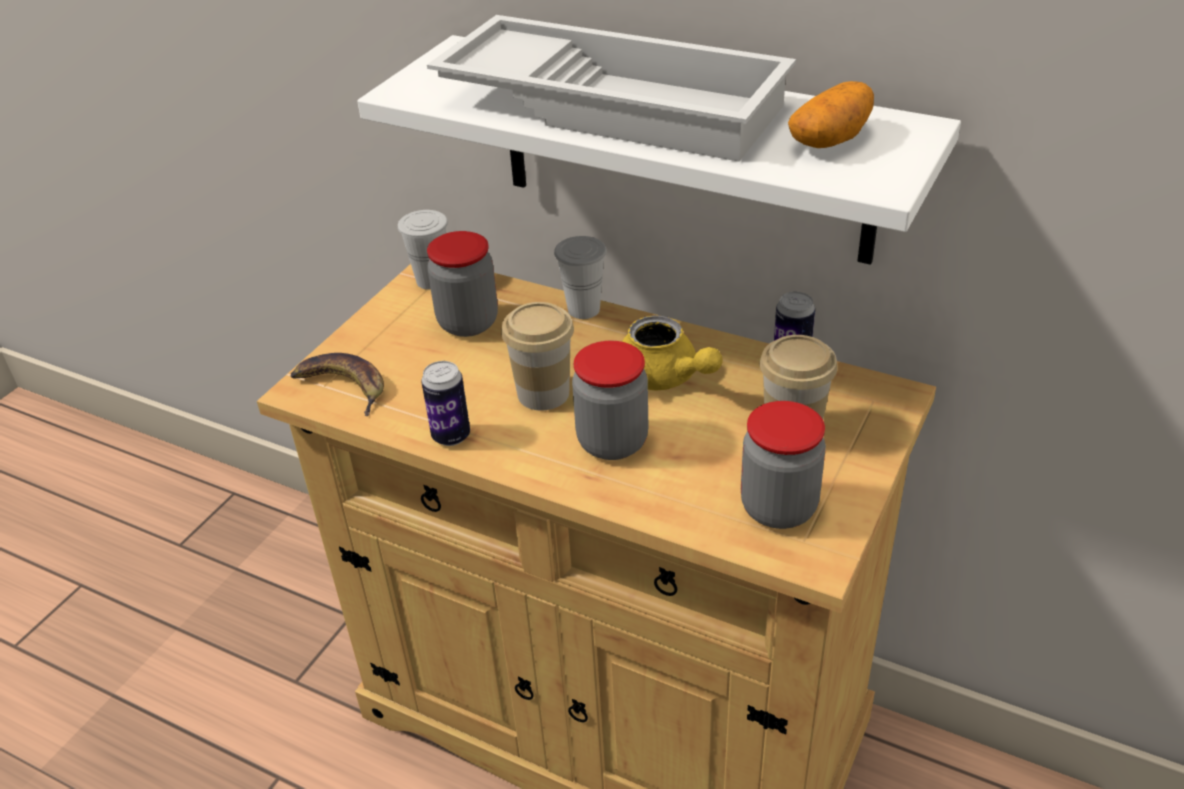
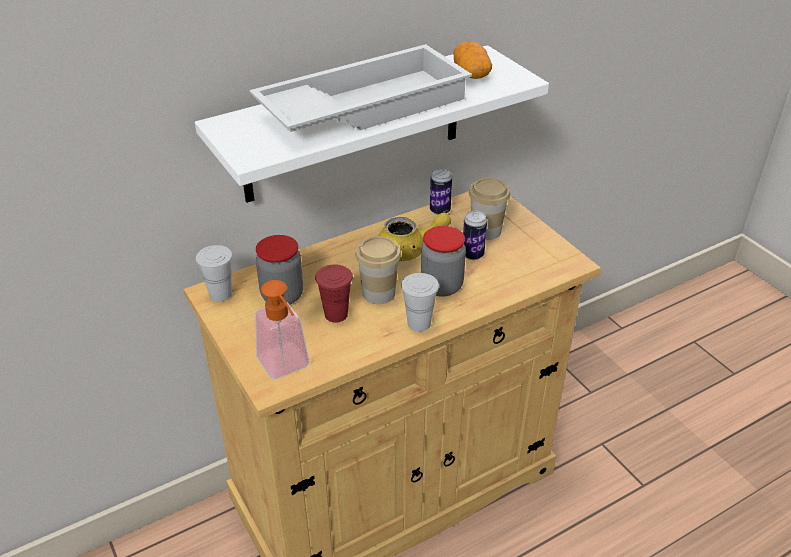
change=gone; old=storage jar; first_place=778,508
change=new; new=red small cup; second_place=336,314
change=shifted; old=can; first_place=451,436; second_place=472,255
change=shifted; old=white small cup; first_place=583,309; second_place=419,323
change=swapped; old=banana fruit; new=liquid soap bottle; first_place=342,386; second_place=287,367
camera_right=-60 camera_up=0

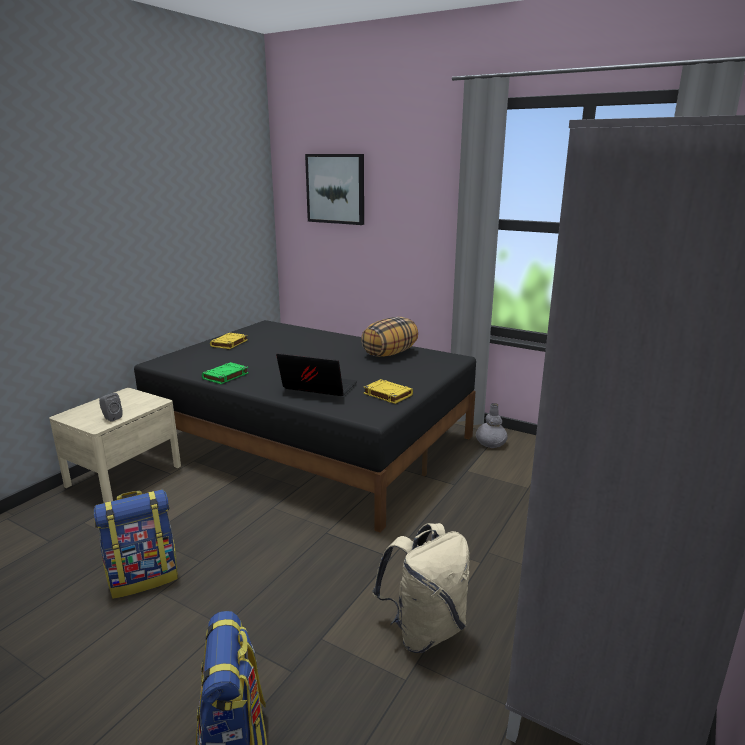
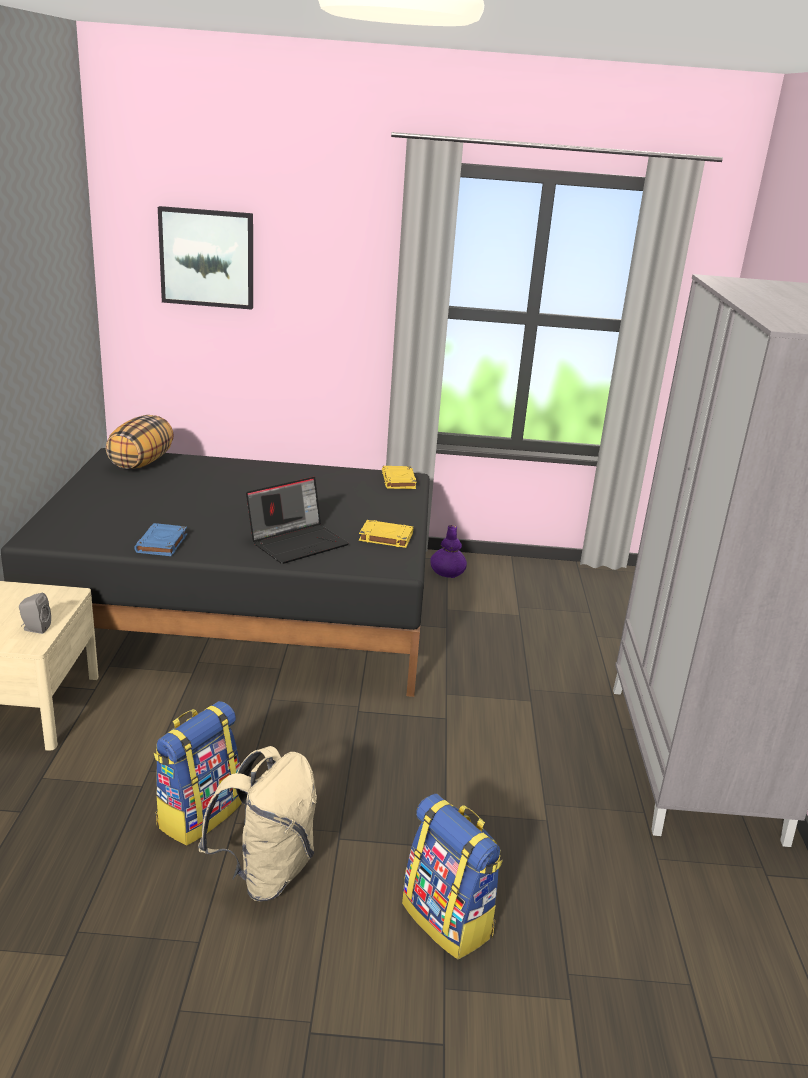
change=shifted; old=yellow-coloured bound book; first_place=229,343; second_place=399,481
change=shifted; old=throw pillow; first_place=389,353; second_place=141,462
change=shifted; old=beige-coloured knapsack; first_place=424,629; second_place=265,872
change=repainted; old=green-coloured bound book; new=blue-coloured bound book; first_place=225,376; second_place=161,544
change=repainted; old=greyish flower vase; new=purplish flower vase; first_place=491,443; second_place=447,571
change=rotated; old=laptop; first_place=317,388; second_place=298,542; degrees=150
camera_right=-30 camera_up=5

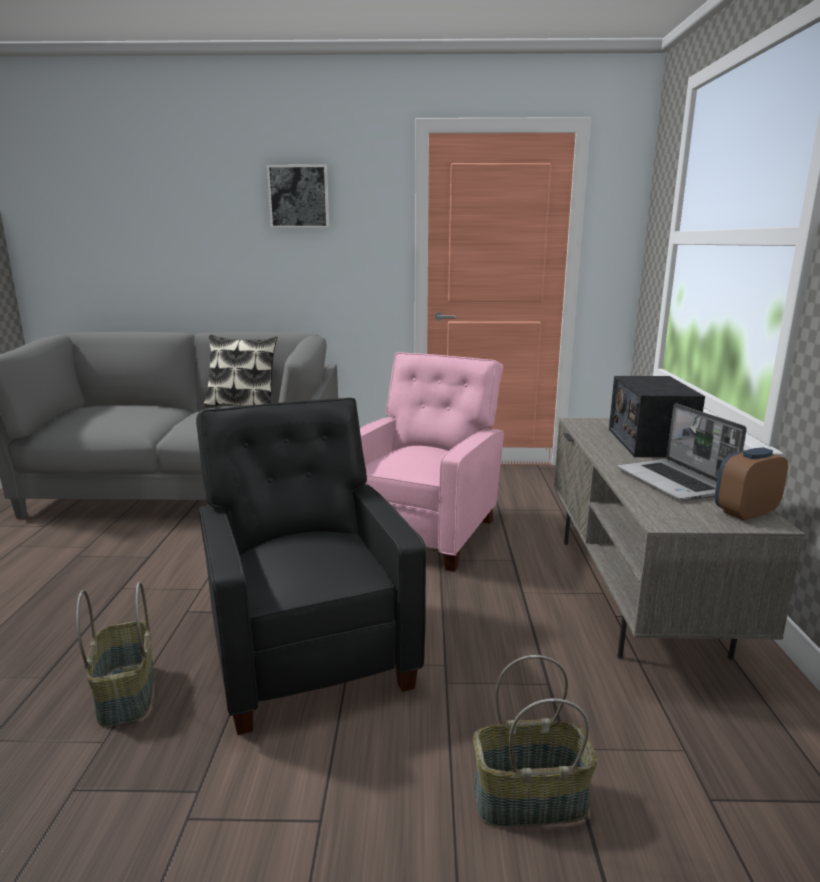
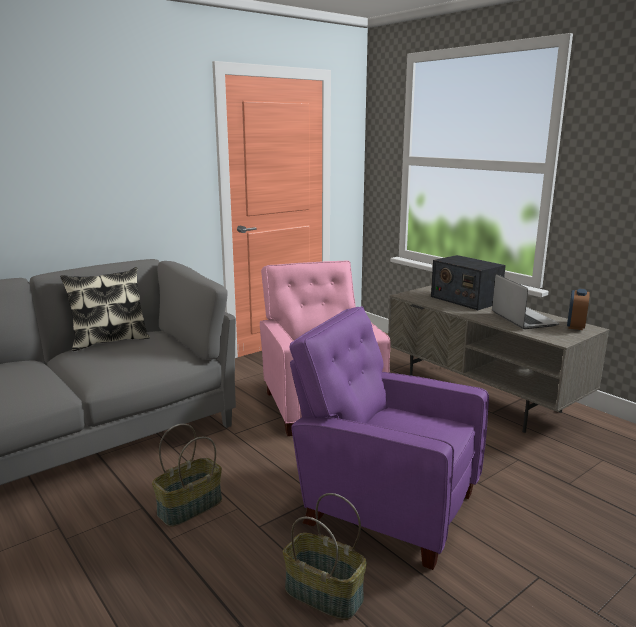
change=gone; old=picture; first_place=299,197
change=shifted; old=storage basket; first_place=529,801; second_place=190,508
change=repainted; old=blackish easy chair; new=purplish easy chair; first_place=309,650; second_place=384,505
change=rotated; old=laptop; first_place=675,482; second_place=522,319; degrees=-135
camera_right=-40 camera_up=0

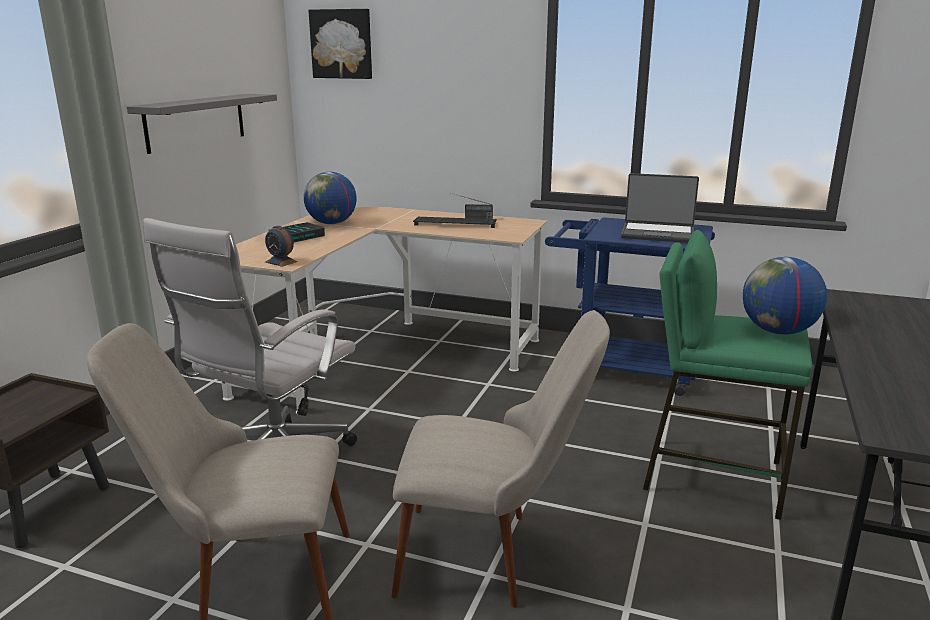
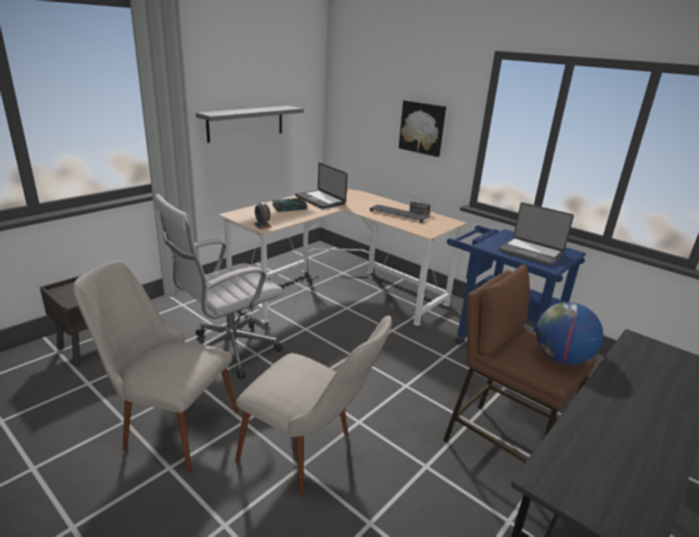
change=shifted; old=picture; first_place=342,44; second_place=422,128
change=swapped; old=world globe; new=laptop; first_place=332,223; second_place=320,200
change=repainted; old=green-coloured stool seat; new=brownish stool seat; first_place=712,475; second_place=502,445
camera_right=20 camera_up=5

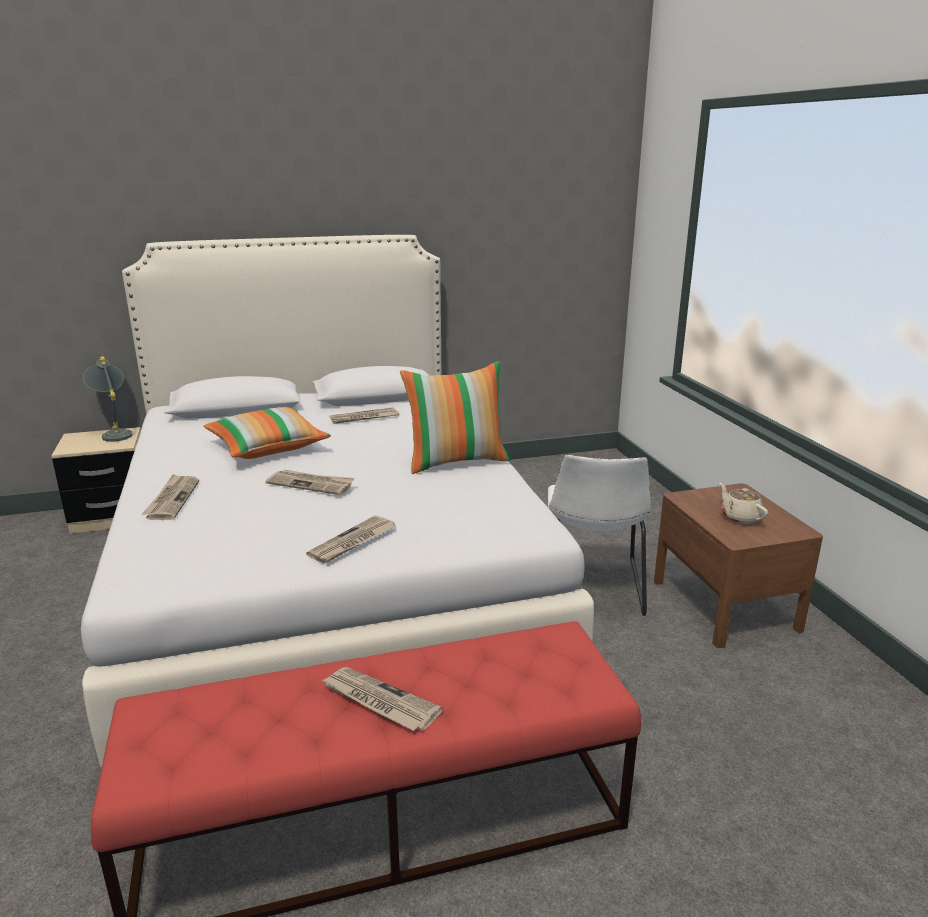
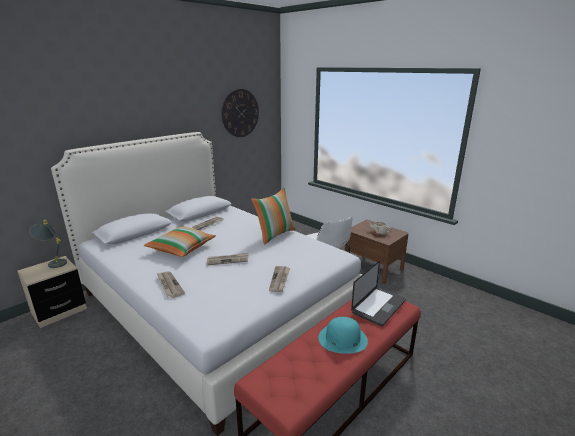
change=new; new=hanging clock; second_place=240,113
change=new; new=laptop; second_place=378,306
change=swapped; old=daily paper; new=turquoise clothing hat; first_place=379,701; second_place=342,339
camera_right=-30 camera_up=0

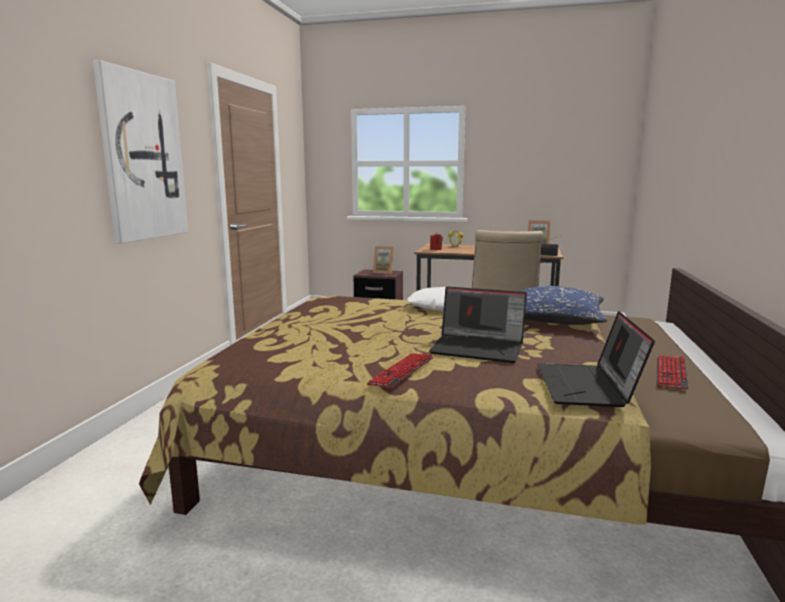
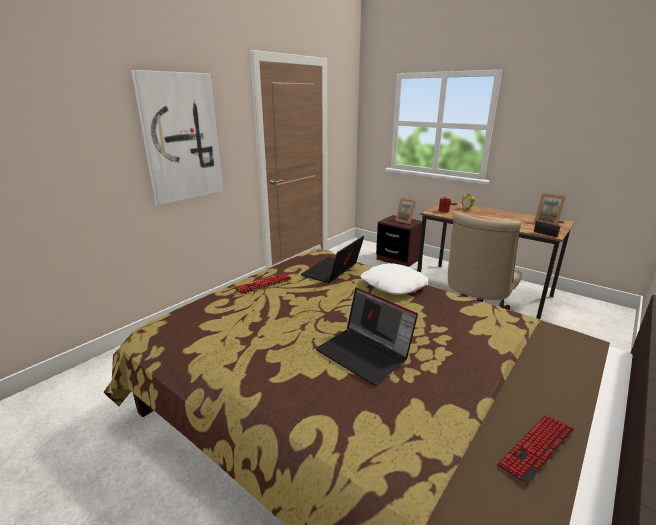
change=gone; old=blue-coloured throw pillow; first_place=556,320
change=shifted; old=computer keyboard; first_place=402,372; second_place=264,285
change=shifted; old=laptop; first_place=588,387; second_place=332,272
camera_right=25 camera_up=10

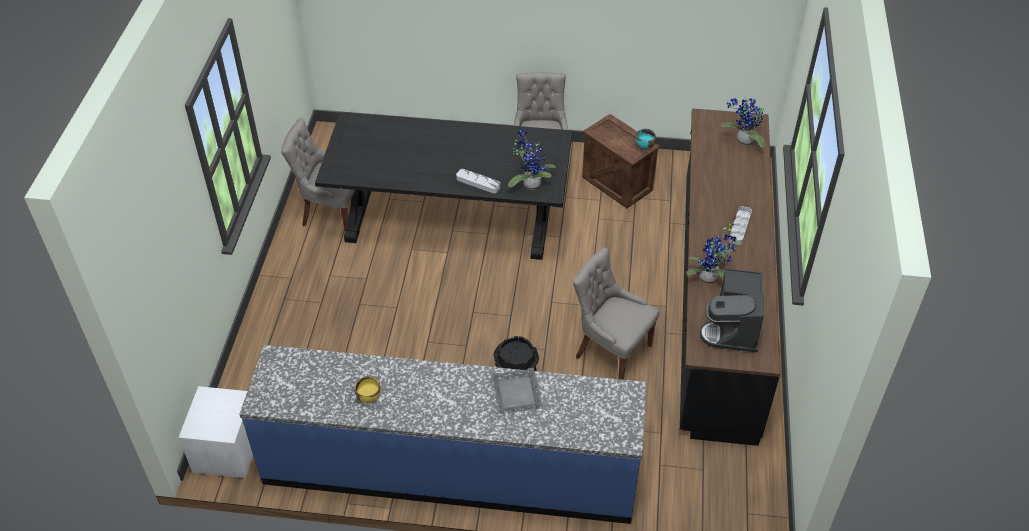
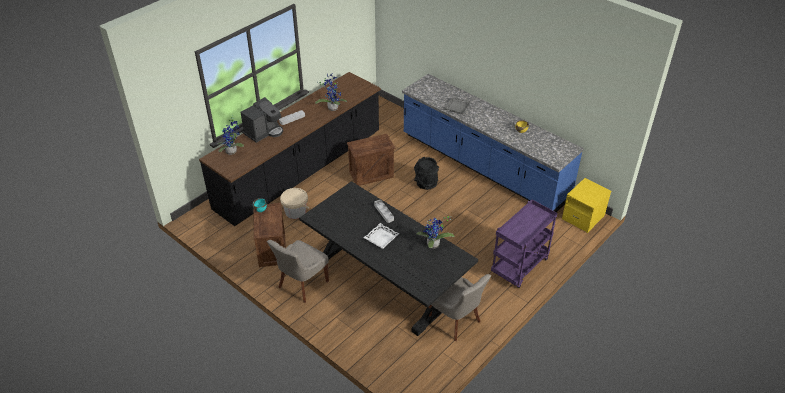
change=new; new=beige-coloured pail; second_place=295,212
change=new; new=white carrying tray; second_place=381,238
change=new; new=purplish wheeled cart; second_place=519,267
change=shifted; old=plant in a pot; first_place=530,183; second_place=433,246
change=shifted; old=coffee brewer; first_place=733,329; second_place=264,132
change=swapped; old=greyish plain chair; new=crate; first_place=611,351; second_place=371,174
change=repainted; old=white night table; new=yellow-coloured night table; first_place=227,450; second_place=583,217
camera_right=-145 camera_up=-5

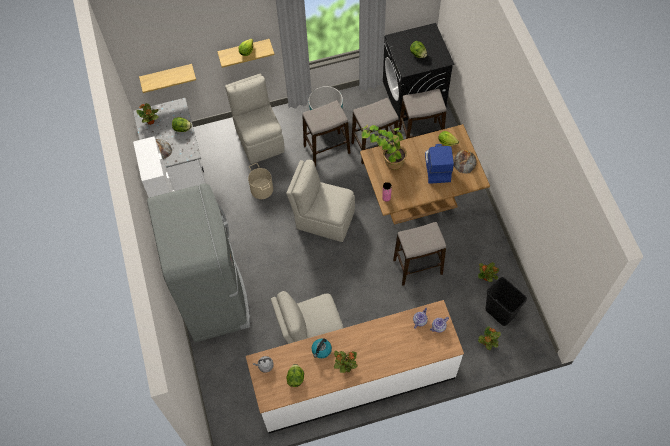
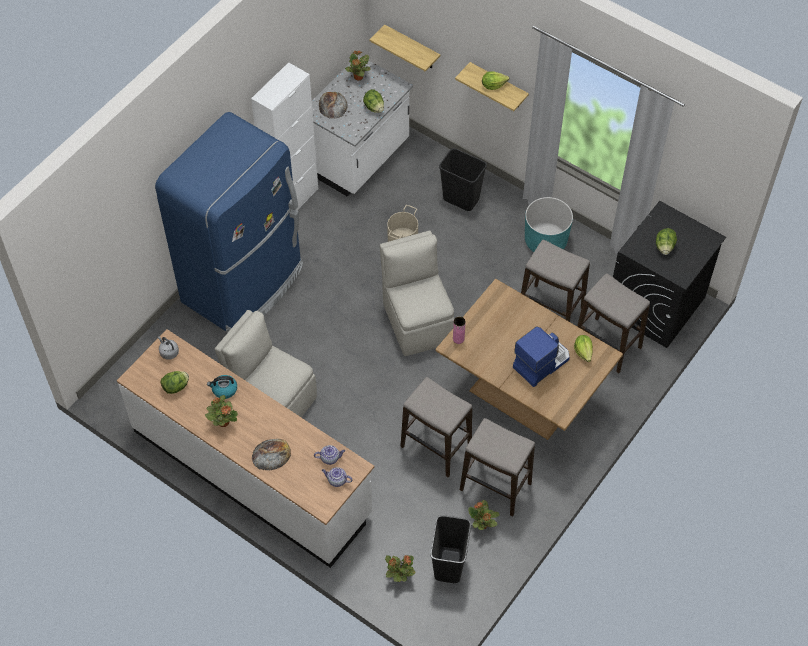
change=gone; old=plant in a pot; first_place=385,158
change=shifted; old=stool seat; first_place=327,149; second_place=495,487
change=shifted; old=bakery bread; first_place=464,161; second_place=271,454
change=swapped; old=beige-coloured plain chair; new=blackish trash can; first_place=259,138; second_place=461,199
change=repainted; old=greyish fridge; new=blue-coloured fridge; first_place=214,296; second_place=244,285
camera_right=50 camera_up=-5

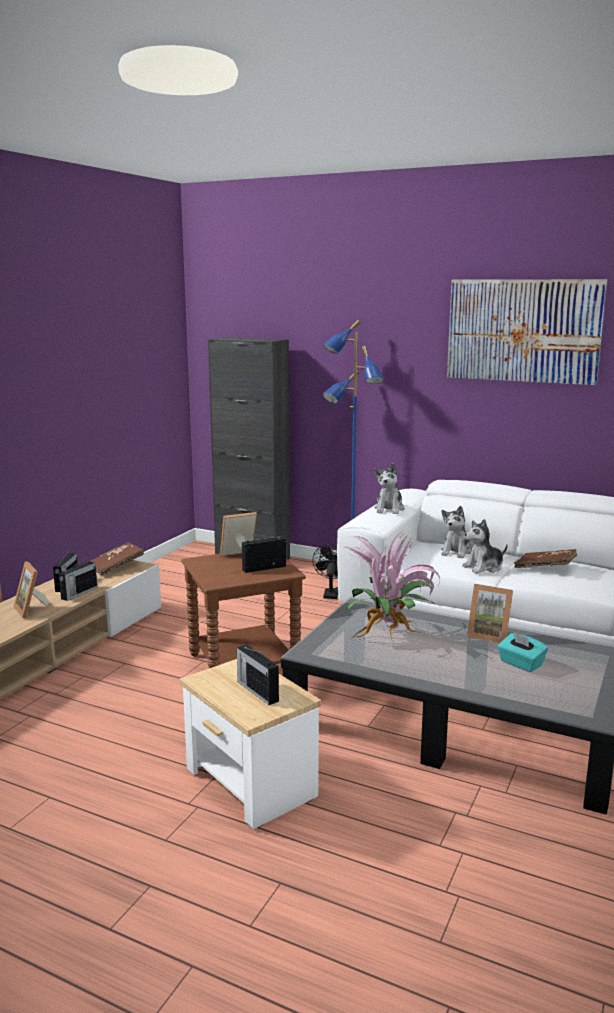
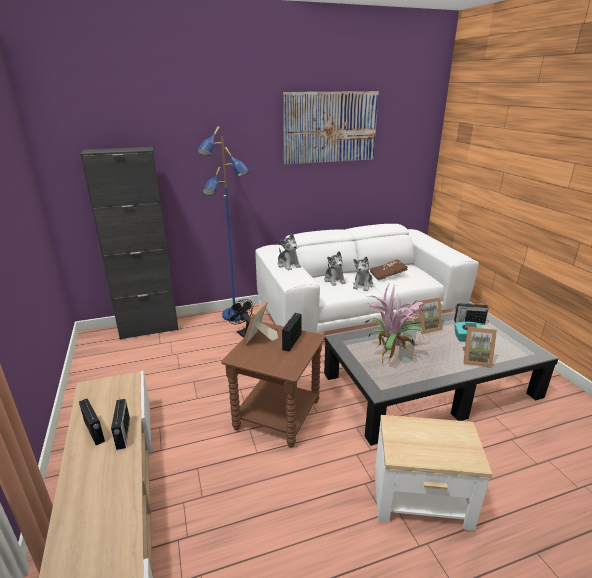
change=gone; old=brownish bound book; first_place=116,567
change=shifted; old=photo frame; first_place=32,610; second_place=475,359
change=shifted; old=radio; first_place=257,691; second_place=468,322
camera_right=-45 camera_up=10

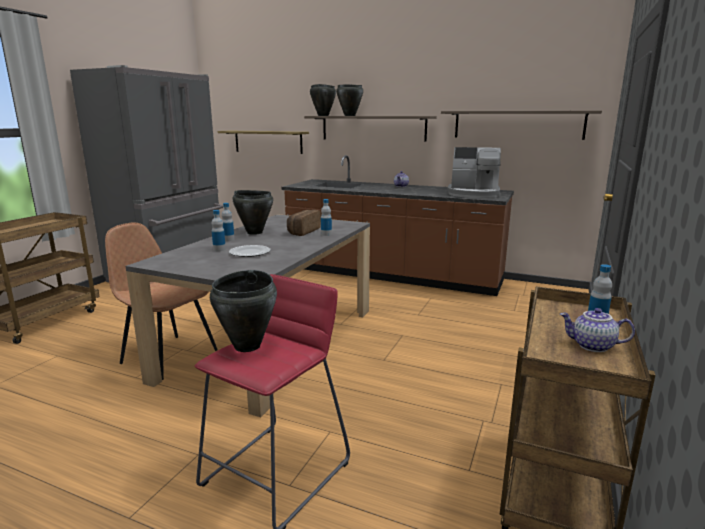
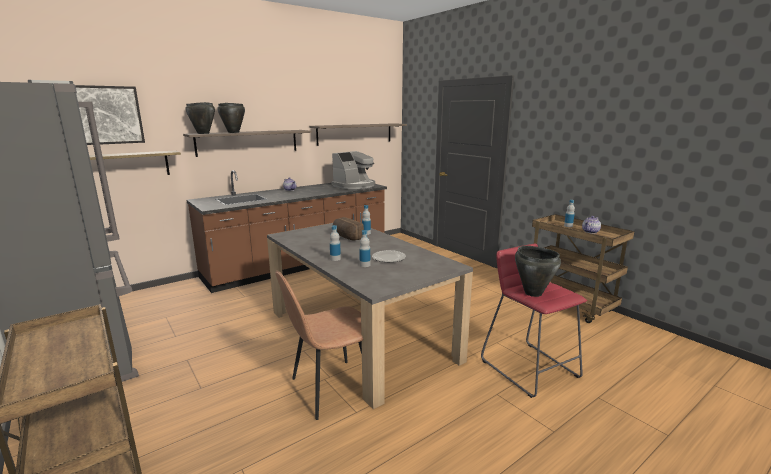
change=gone; old=blackish stockpot; first_place=254,232
change=new; new=picture; second_place=108,115
camera_right=-60 camera_up=0

